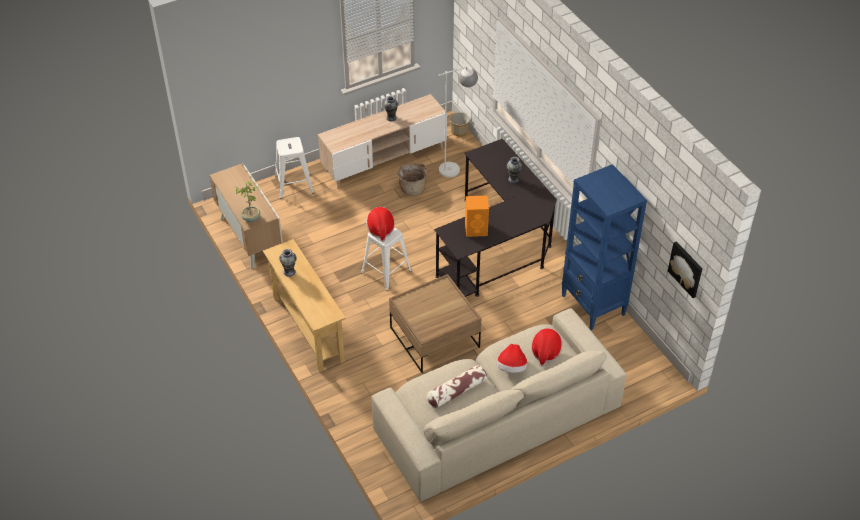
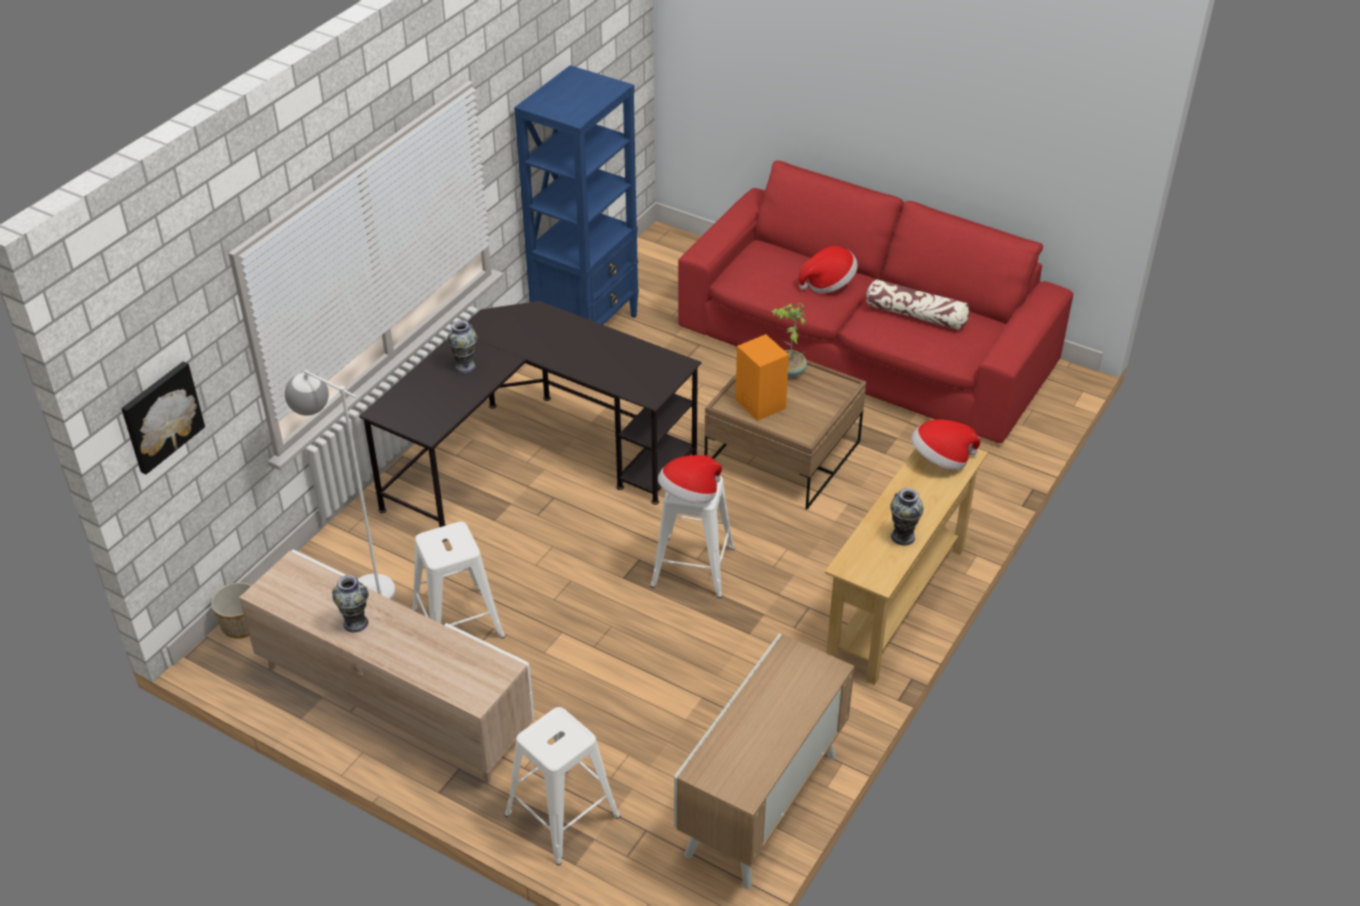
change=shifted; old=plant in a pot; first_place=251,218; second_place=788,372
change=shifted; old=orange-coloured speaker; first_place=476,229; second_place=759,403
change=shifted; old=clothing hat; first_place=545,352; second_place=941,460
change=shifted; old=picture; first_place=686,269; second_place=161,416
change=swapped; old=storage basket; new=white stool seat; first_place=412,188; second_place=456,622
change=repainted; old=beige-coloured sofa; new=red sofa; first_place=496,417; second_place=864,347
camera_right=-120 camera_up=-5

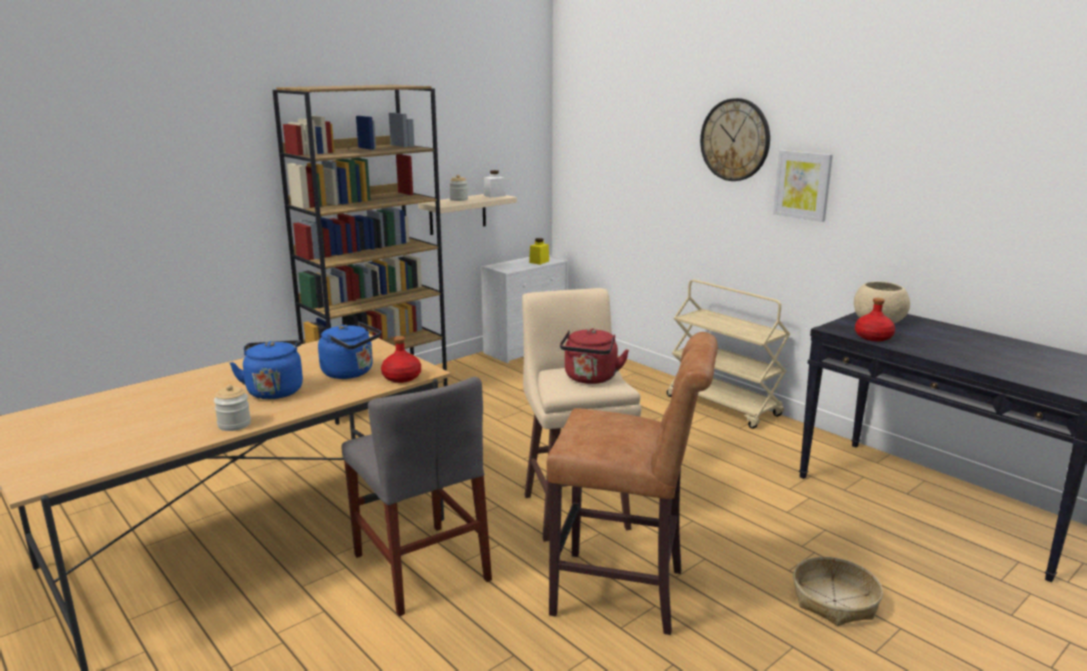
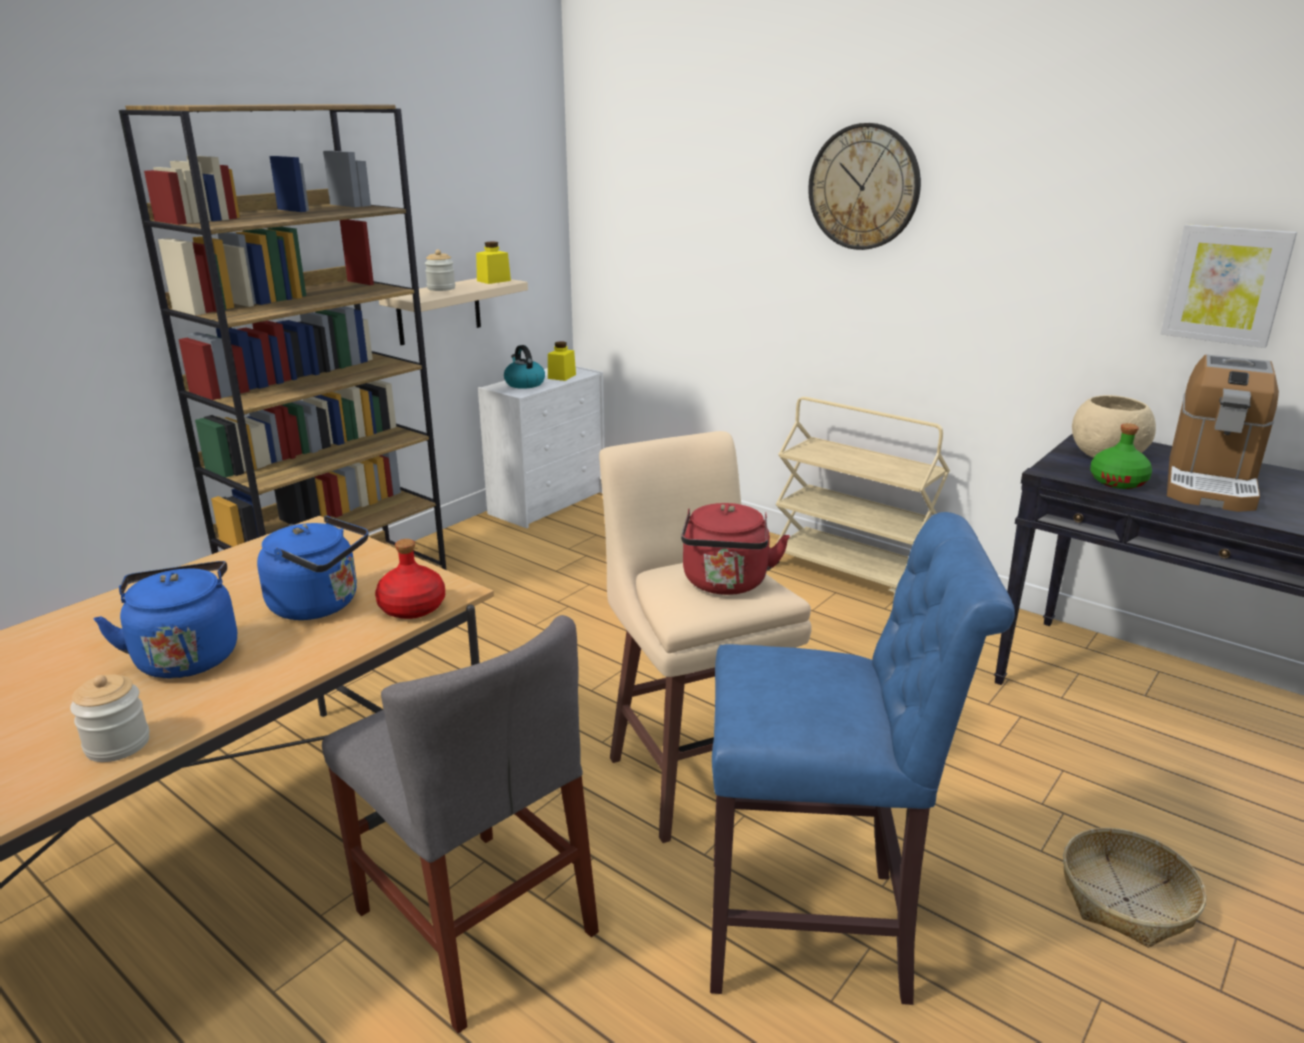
change=new; new=tea kettle; second_place=524,384
change=new; new=coffee brewer; second_place=1210,483
change=shifted; old=picture; first_place=803,185; second_place=1226,285
change=repainted; old=white storage jar; new=yellow-coloured storage jar; first_place=494,195; second_place=493,281
change=repainted; old=brownish stool seat; new=blue-coloured stool seat; first_place=626,594; second_place=819,930
change=repainted; old=red bottle; new=green-coloured bottle; first_place=873,337; second_place=1118,482
camera_right=-10 camera_up=5

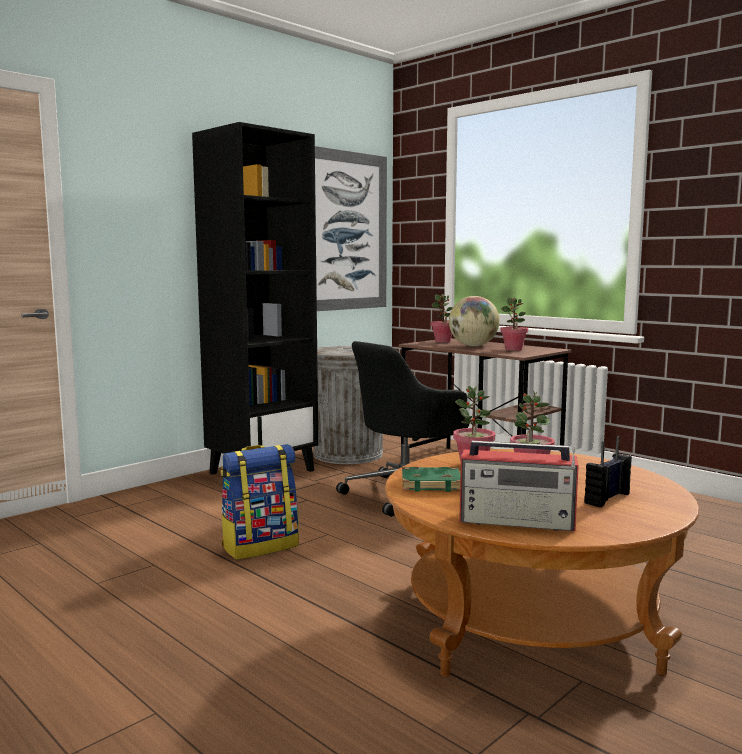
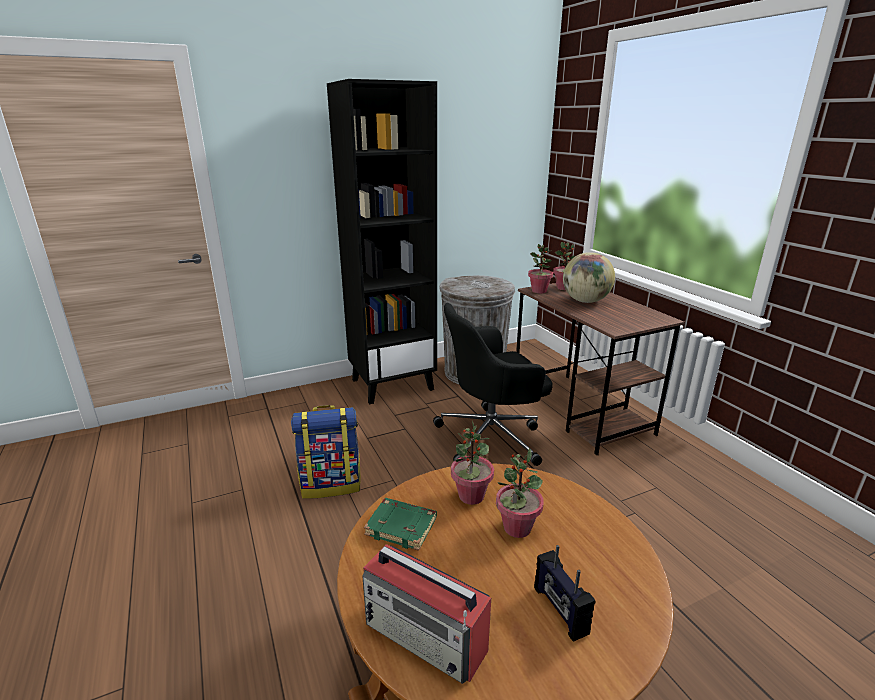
change=gone; old=picture; first_place=346,231
change=shifted; old=plant in a pot; first_place=513,349; second_place=539,291
change=rotated; old=radio; first_place=606,498; second_place=559,610; degrees=-90
camera_right=20 camera_up=15

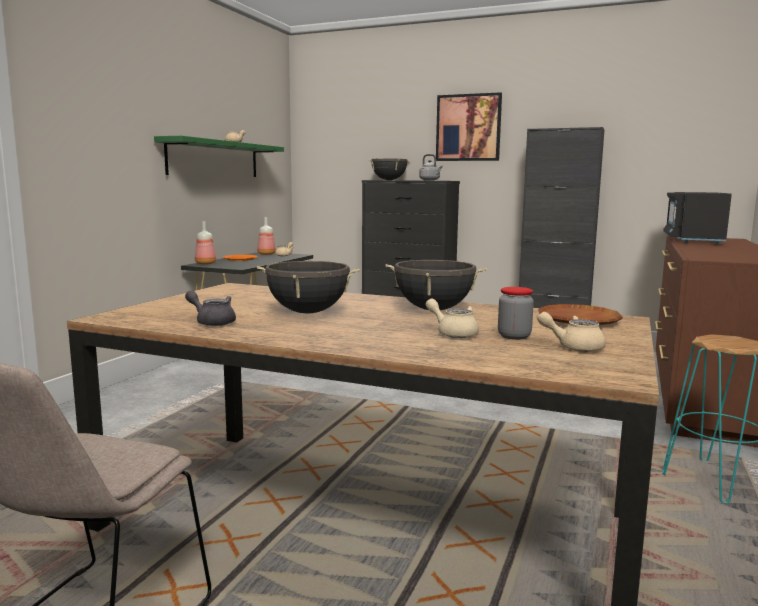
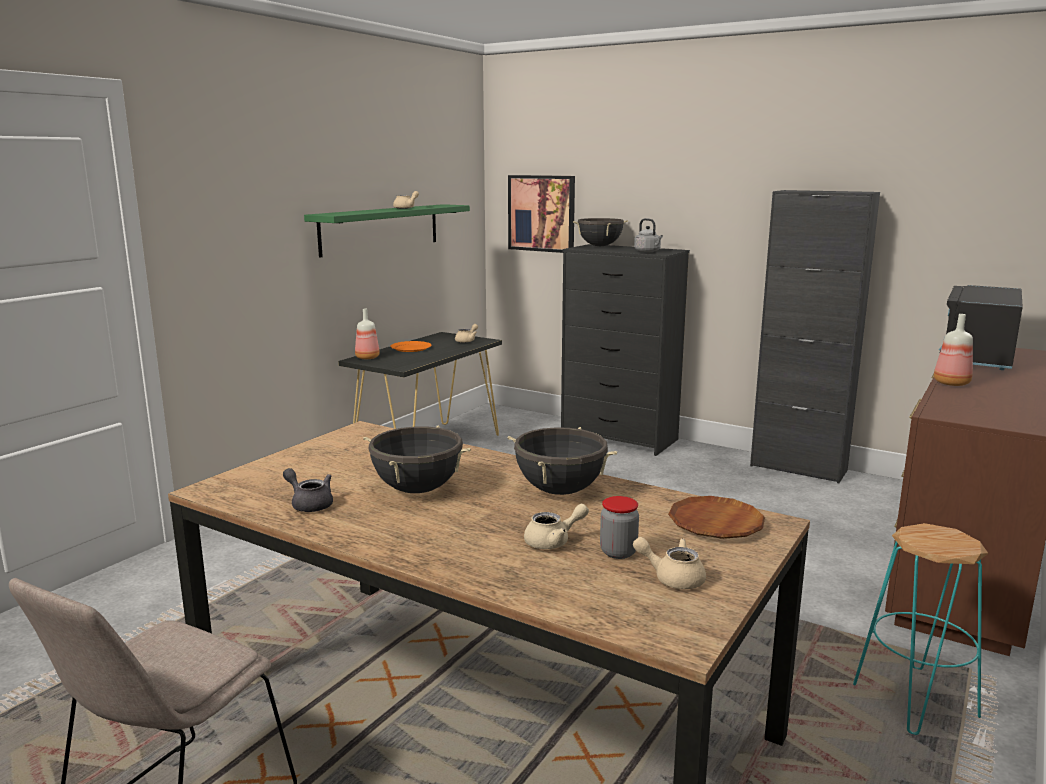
change=shifted; old=bottle; first_place=266,254; second_place=951,383
change=shifted; old=picture; first_place=468,128; second_place=541,213
change=rotated; old=beige-coloured tea pot; first_place=453,333; second_place=553,542; degrees=105
camera_right=10 camera_up=5

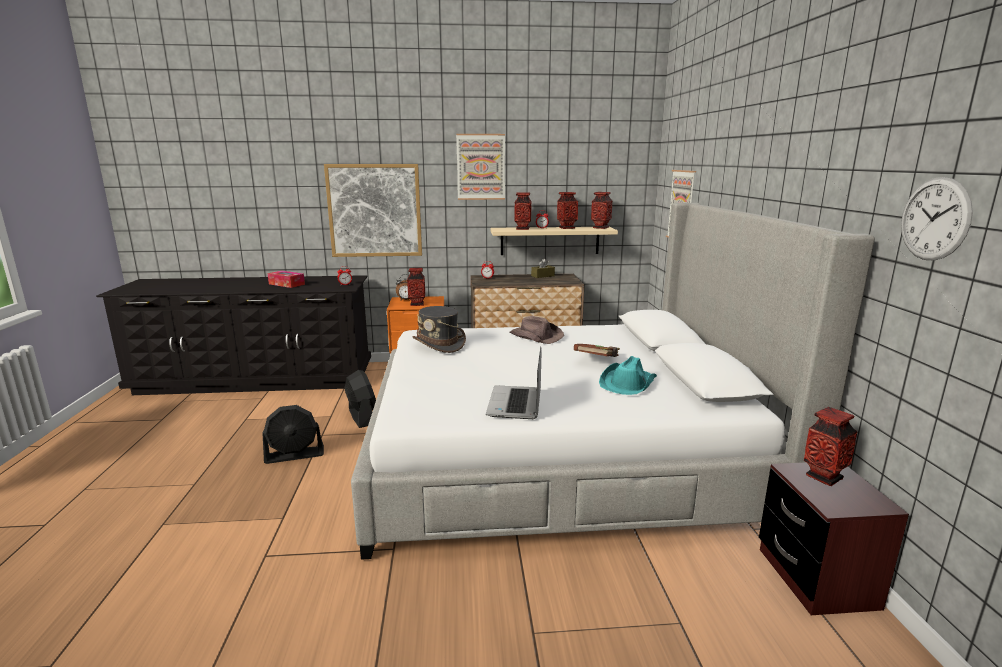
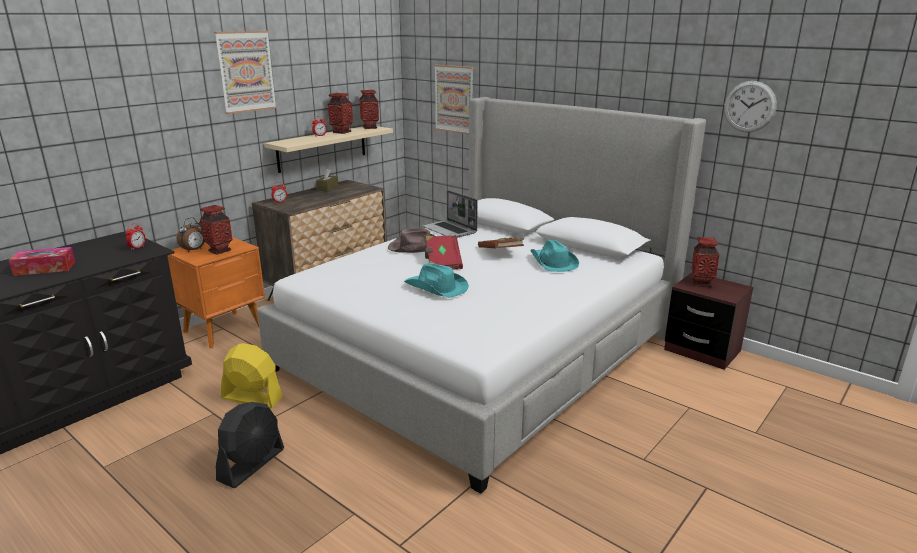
change=gone; old=picture; first_place=374,210
change=gone; old=greyish clothing hat; first_place=439,344
change=gone; old=flower vase; first_place=522,229
change=new; new=turquoise clothing hat; second_place=436,287
change=new; new=red bound book; second_place=442,262
change=shifted; old=laptop; first_place=516,404; second_place=450,230
change=repainted; old=blackish cooling fan; new=yellow-coloured cooling fan; first_place=362,417; second_place=252,398
camera_right=-45 camera_up=5

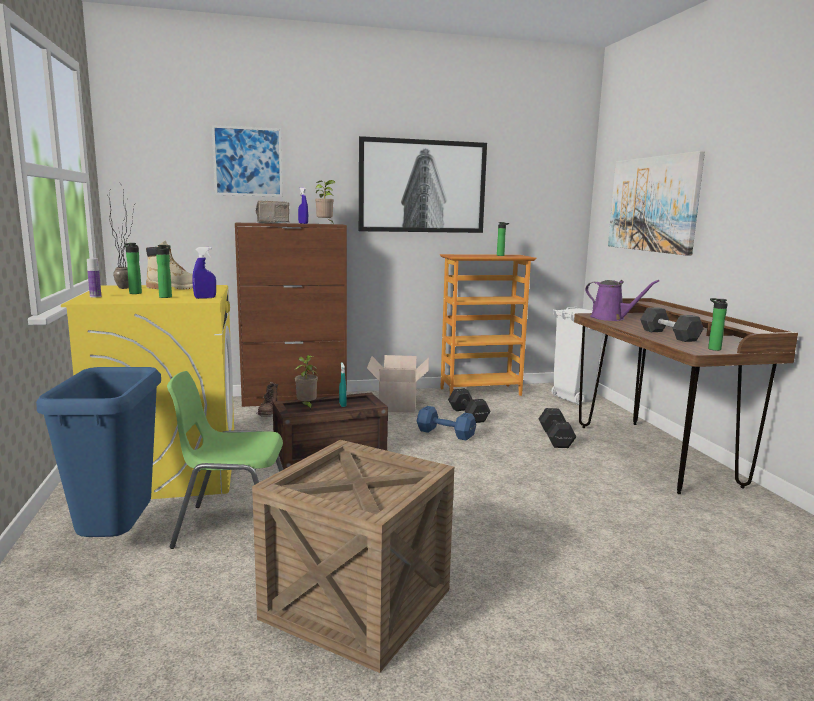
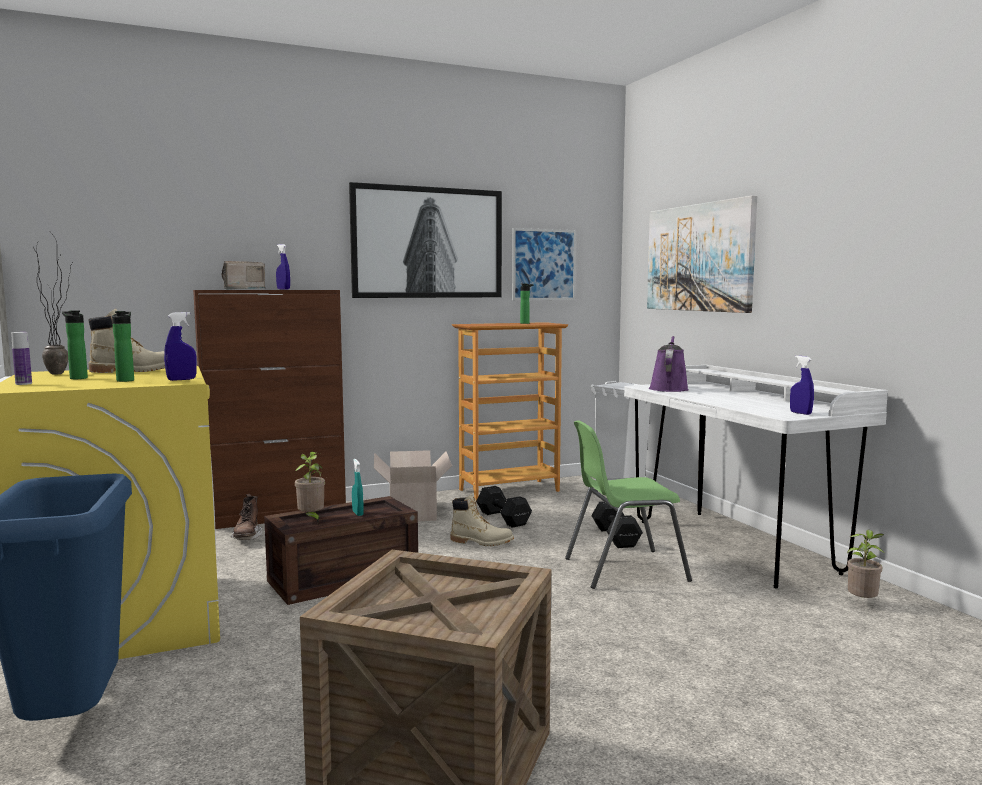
change=gone; old=greyish dumbbell; first_place=669,335
change=shifted; old=green-coloured plain chair; first_place=234,526; second_place=623,569
change=shifted; old=picture; first_place=248,161; second_place=544,264
change=shifted; old=plant in a pot; first_place=325,224; second_place=862,603
change=swapped; old=blue-coloured dumbbell; new=beige-coloured high-top boot; first_place=444,433; second_place=481,542
change=swapped; old=bottle; new=blue-coloured sprayer; first_place=712,349; second_place=800,413
change=repainted; old=brownish desk; new=white desk; first_place=654,454; second_place=733,545
change=rotated; old=purplish watering pot; first_place=611,318; second_place=668,389; degrees=-105
camera_right=-10 camera_up=-5

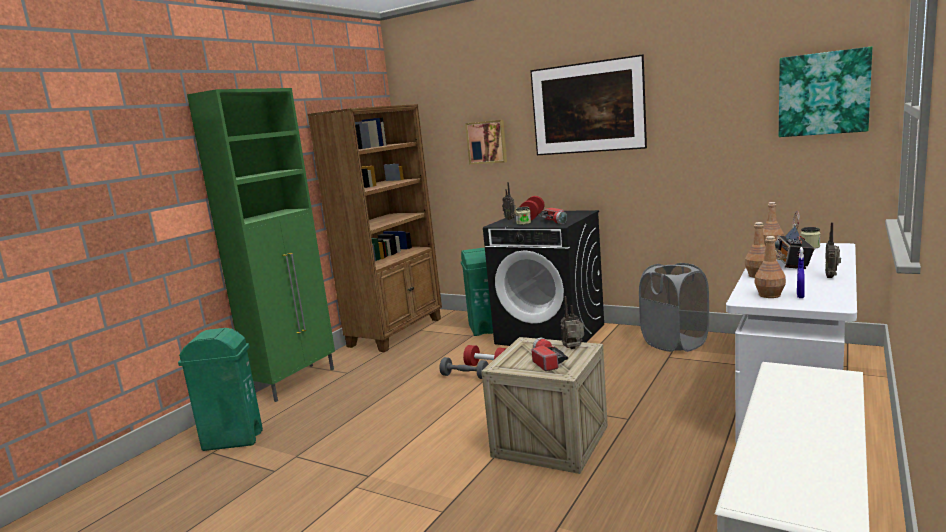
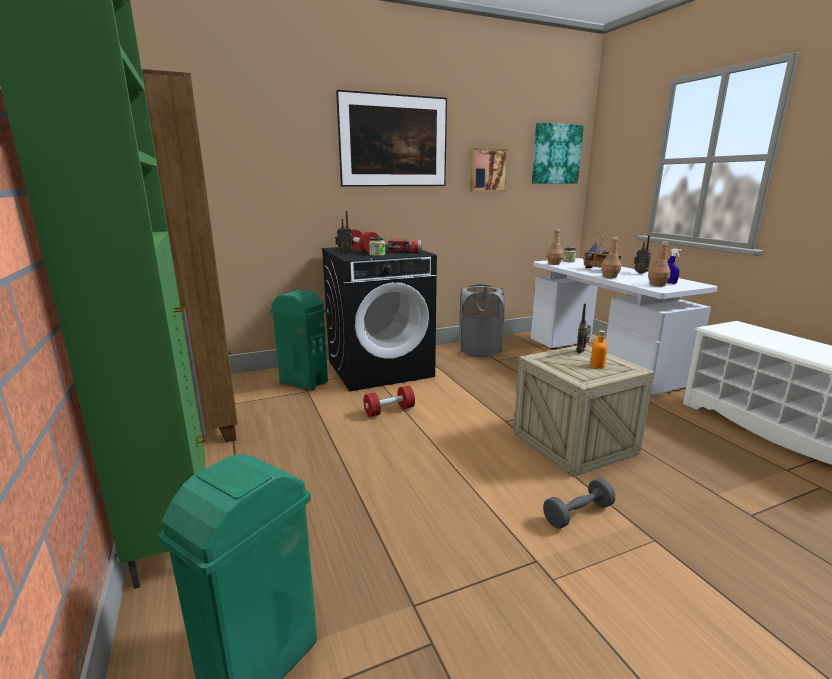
change=shifted; old=greyish dumbbell; first_place=465,376; second_place=578,514
change=shifted; old=picture; first_place=487,142; second_place=487,170
change=swapped; old=flashlight; new=orange-coloured bottle; first_place=547,361; second_place=597,366
camera_right=-55 camera_up=5

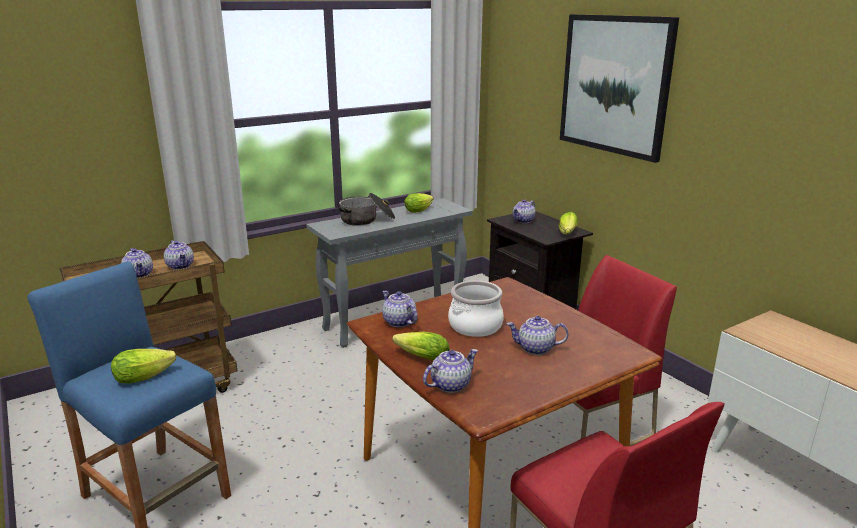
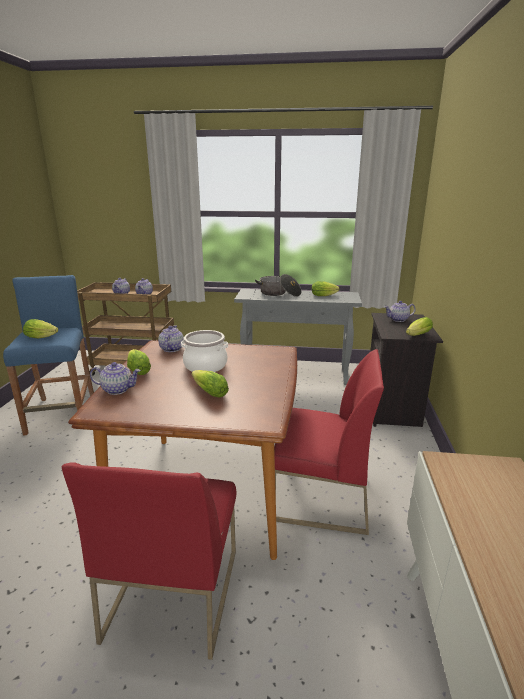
change=gone; old=picture; first_place=614,85
change=swapped; old=tea pot; new=head of lettuce; first_place=535,349; second_place=208,392
camera_right=40 camera_up=0

